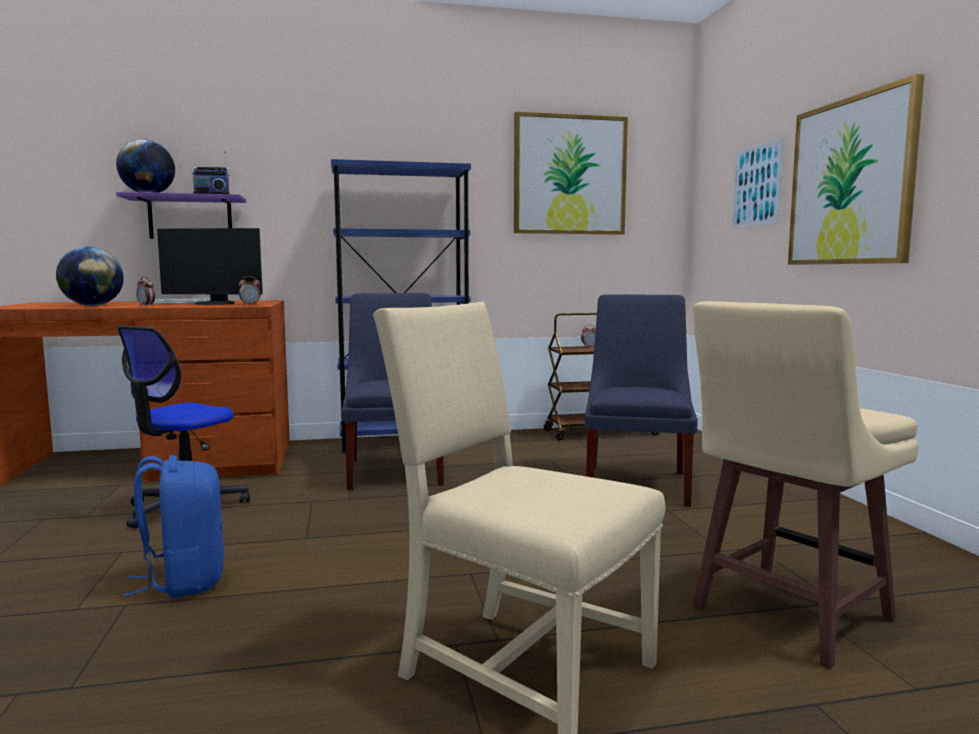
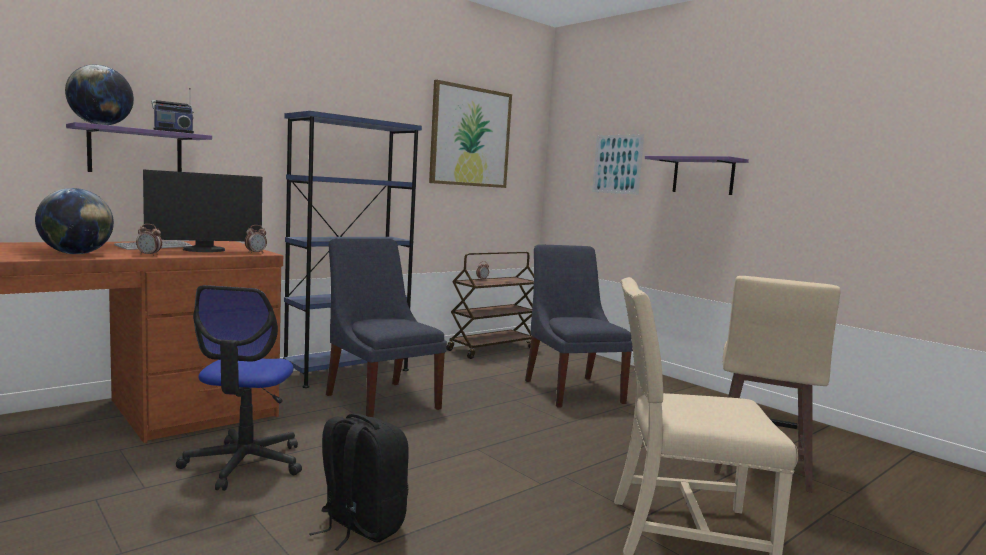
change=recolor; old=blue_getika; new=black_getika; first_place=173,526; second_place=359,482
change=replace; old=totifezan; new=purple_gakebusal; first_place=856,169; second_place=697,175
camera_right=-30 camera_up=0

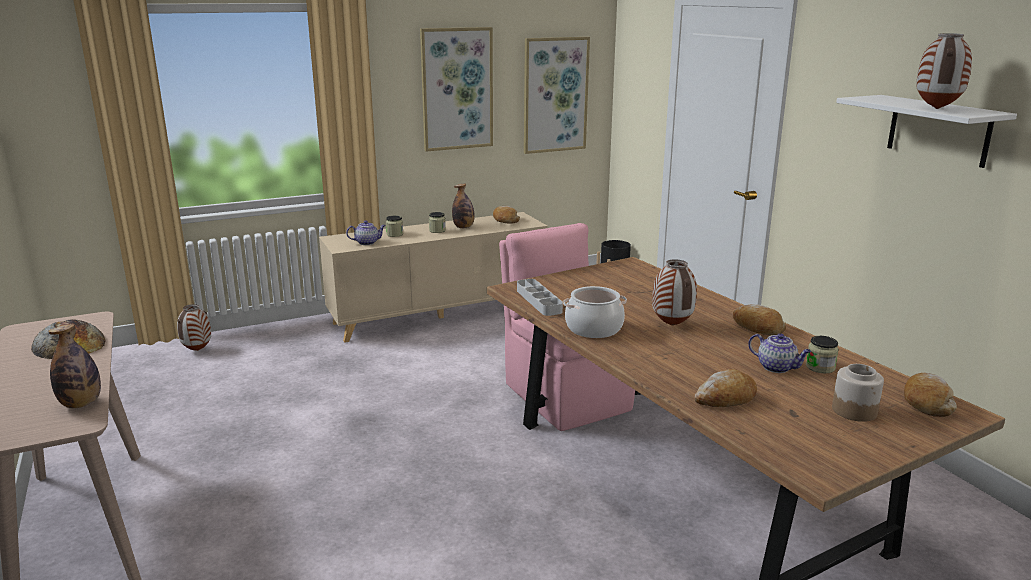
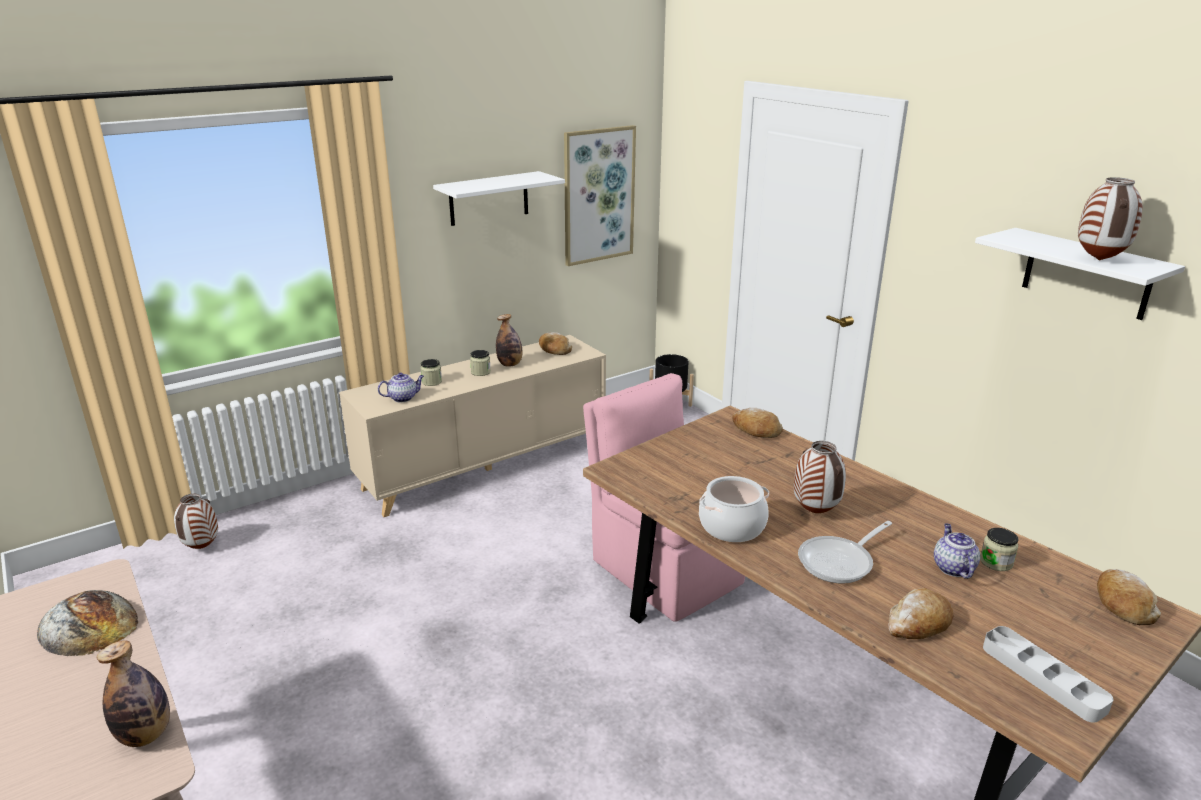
change=replace; old=totifezan; new=white_gakebusal; first_place=456,89; second_place=499,198
change=move; old=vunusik; first_place=759,319; second_place=757,423
change=insert; new=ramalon; second_place=845,552
change=rotate; old=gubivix; first_place=779,353; second_place=957,551; degrees=-120
change=move; old=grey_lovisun; first_place=540,297; second_place=1048,674
change=delete; old=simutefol; first_place=858,393
camera_right=-10 camera_up=5

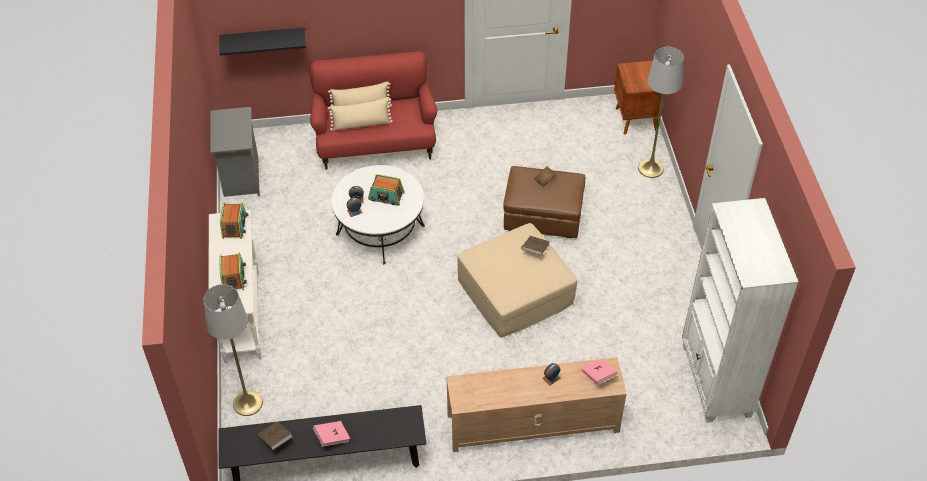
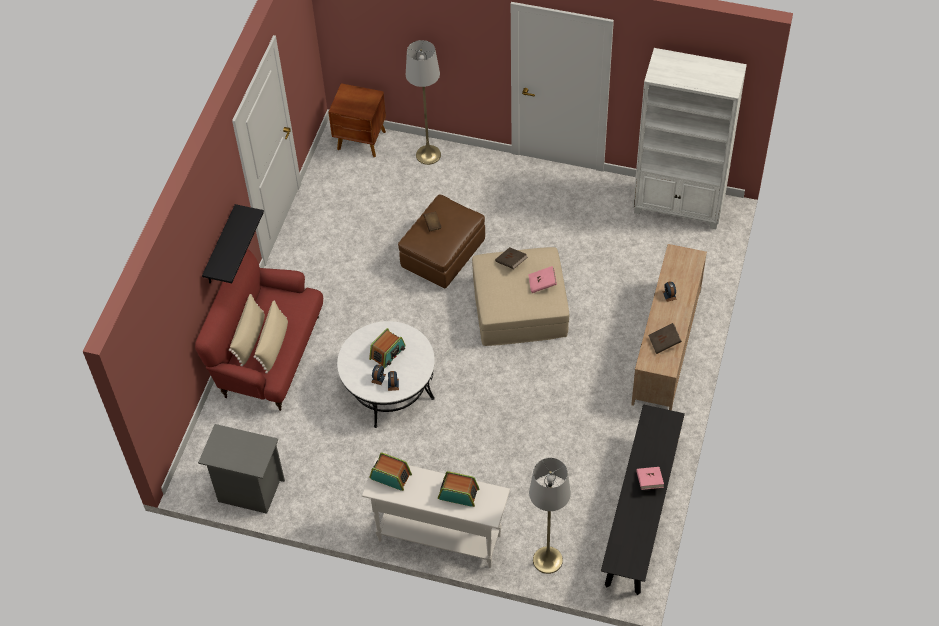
change=move; old=black_gakebusal; first_place=262,41; second_place=233,244
change=move; old=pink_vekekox; first_place=599,372; second_place=542,279
change=move; old=brown_vekekox; first_place=275,435; second_place=665,338
camera_right=-65 camera_up=5

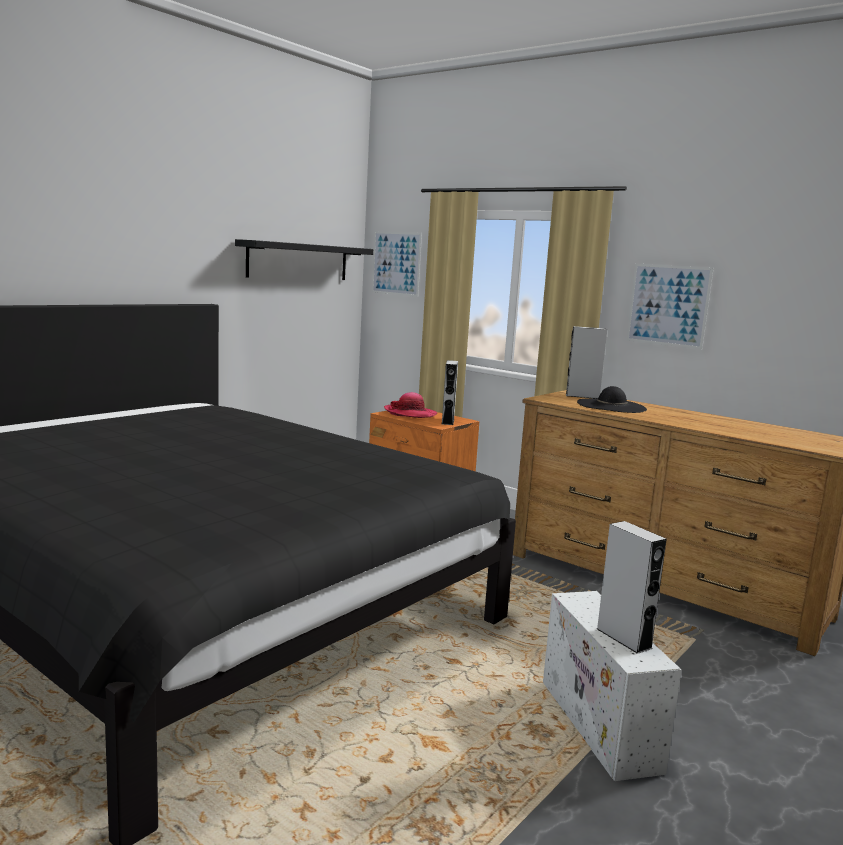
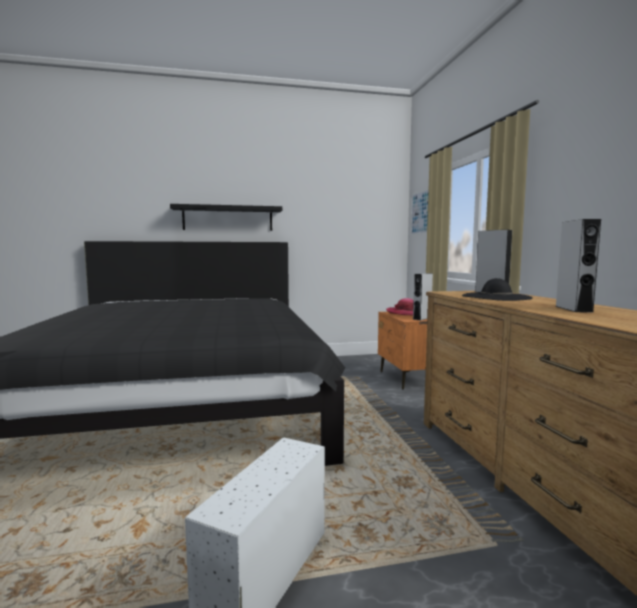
change=move; old=black_gakebusal; first_place=304,259; second_place=226,217
change=move; old=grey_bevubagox; first_place=632,587; second_place=578,266
change=delete; old=totifezan; first_place=670,306
camera_right=40 camera_up=-5

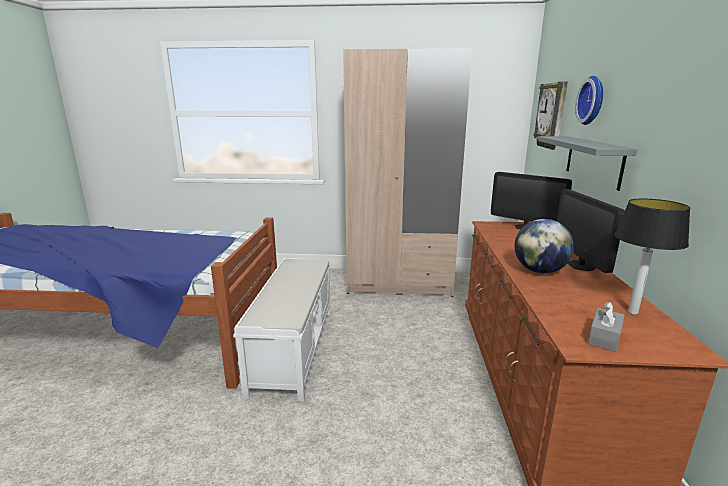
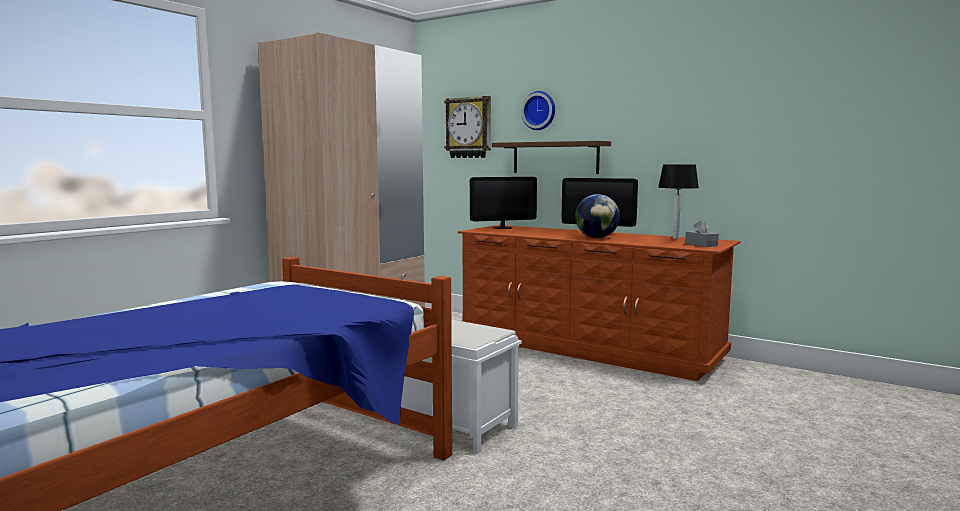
change=recolor; old=grey_gakebusal; new=brown_gakebusal; first_place=587,163; second_place=551,157
camera_right=-60 camera_up=-10

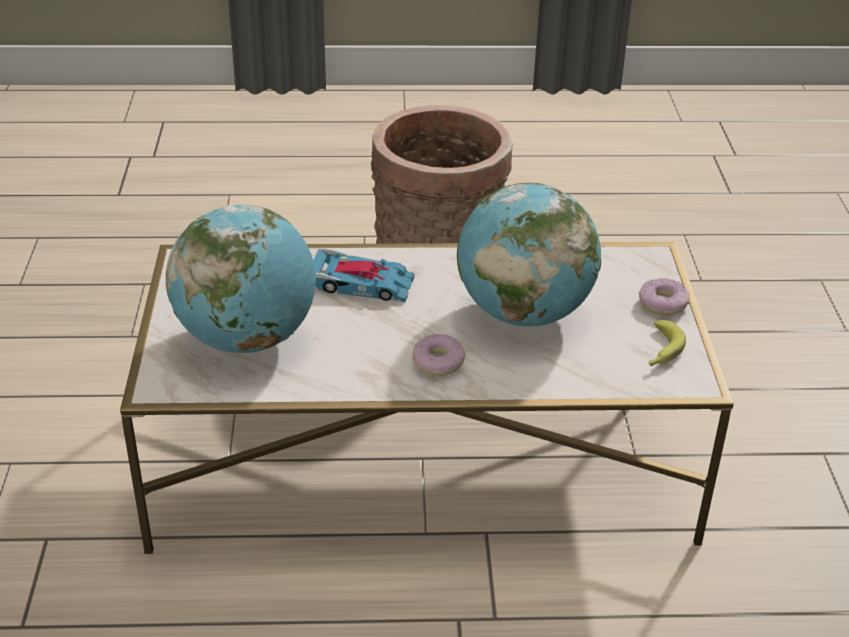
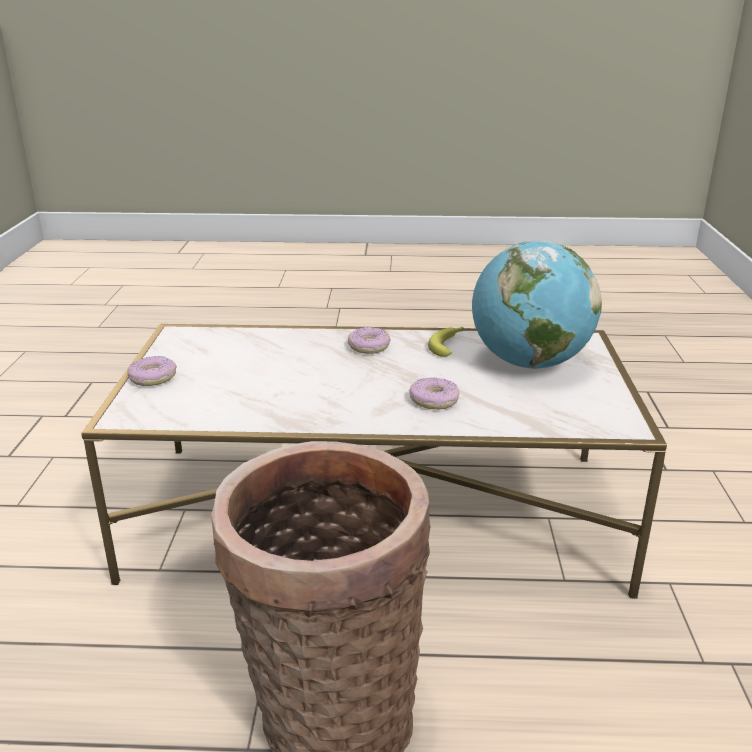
change=replace; old=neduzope; new=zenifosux; first_place=363,275; second_place=434,393
change=move; old=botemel; first_place=667,343; second_place=445,342
change=delete; old=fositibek; first_place=529,254
camera_right=-175 camera_up=-10

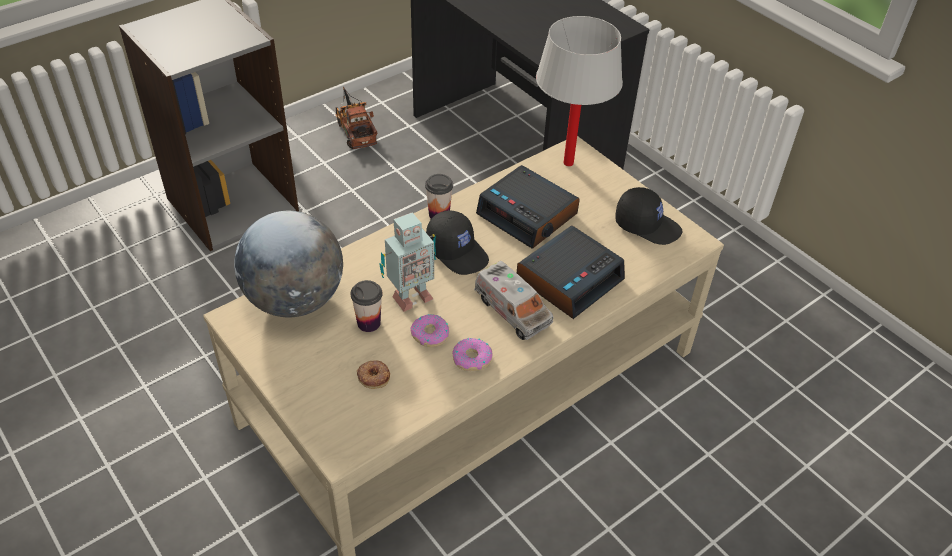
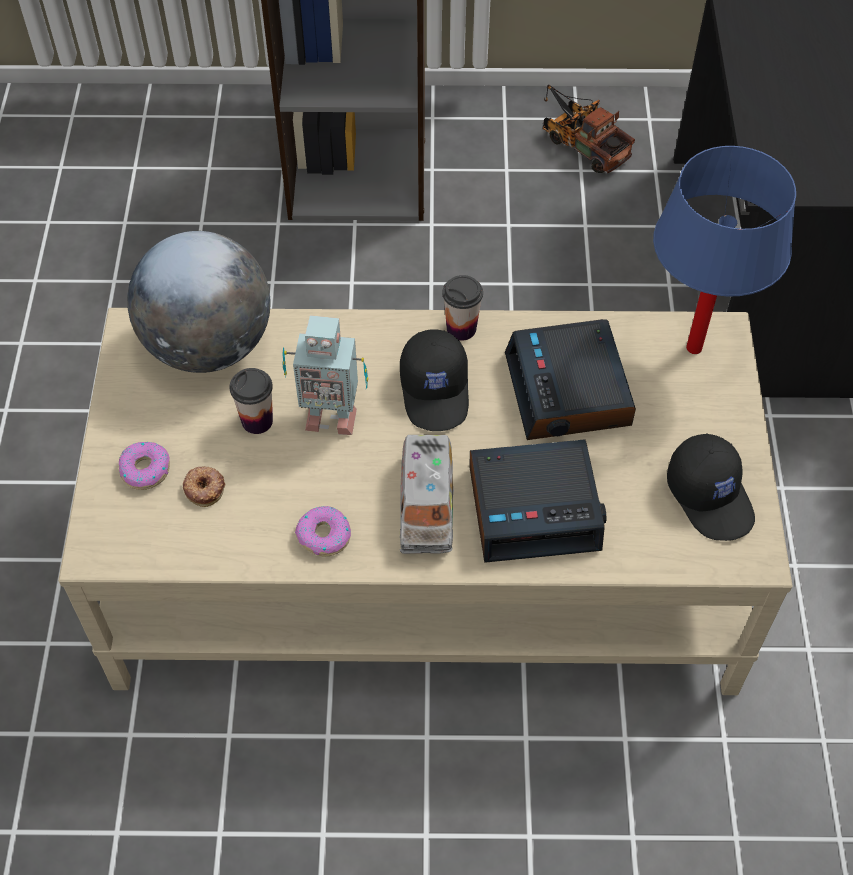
change=move; old=zenifosux; first_place=429,330; second_place=144,466
change=rotate; old=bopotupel; first_place=356,118; second_place=589,129; degrees=-60
change=recolor; old=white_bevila; new=blue_bevila; first_place=579,91; second_place=724,250
camera_right=40 camera_up=10

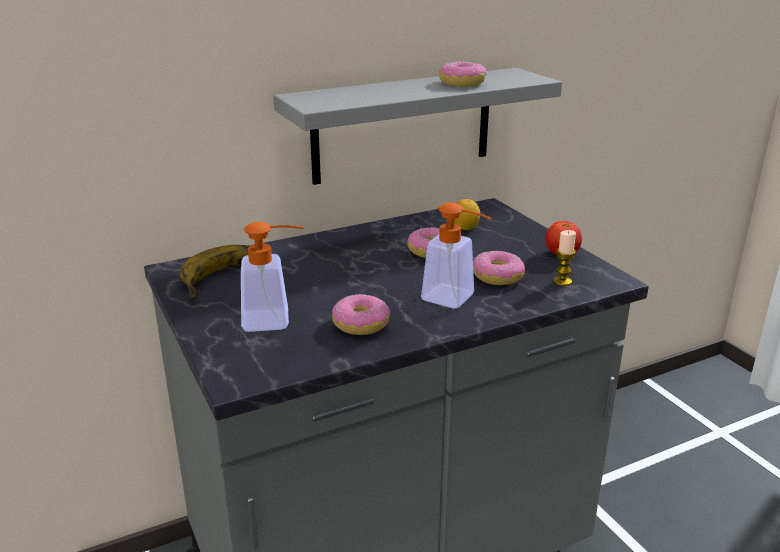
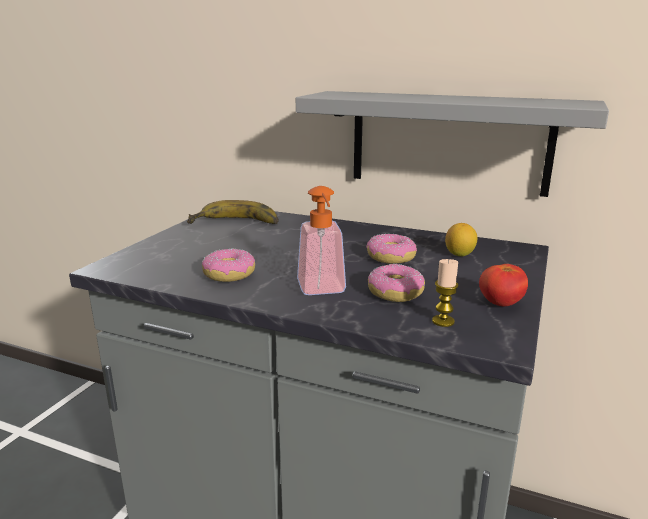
change=delete; old=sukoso; first_place=272,277
change=delete; old=zenifosux; first_place=463,73
camera_right=50 camera_up=-5

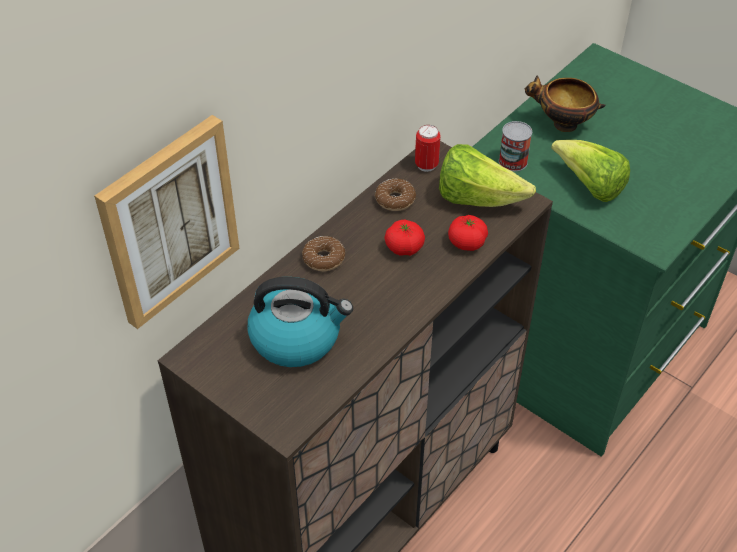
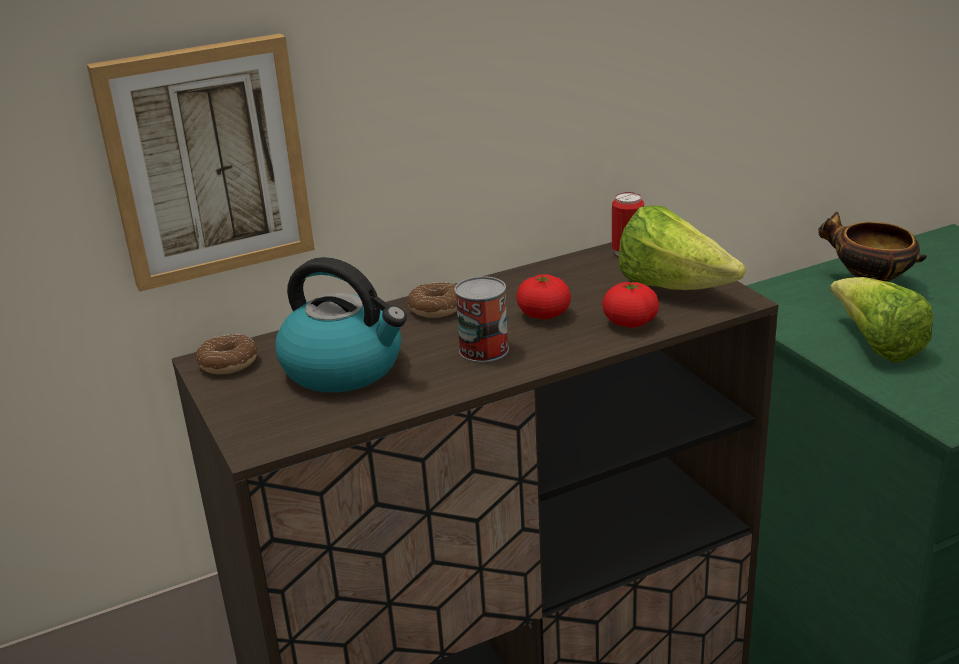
change=move; old=zenifosux; first_place=395,195; second_place=226,354
change=move; old=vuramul; first_place=515,146; second_place=482,319
camera_right=25 camera_up=-20

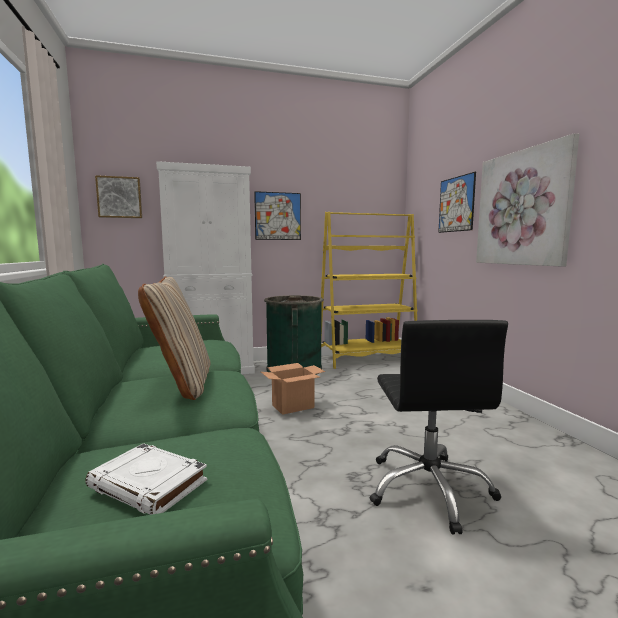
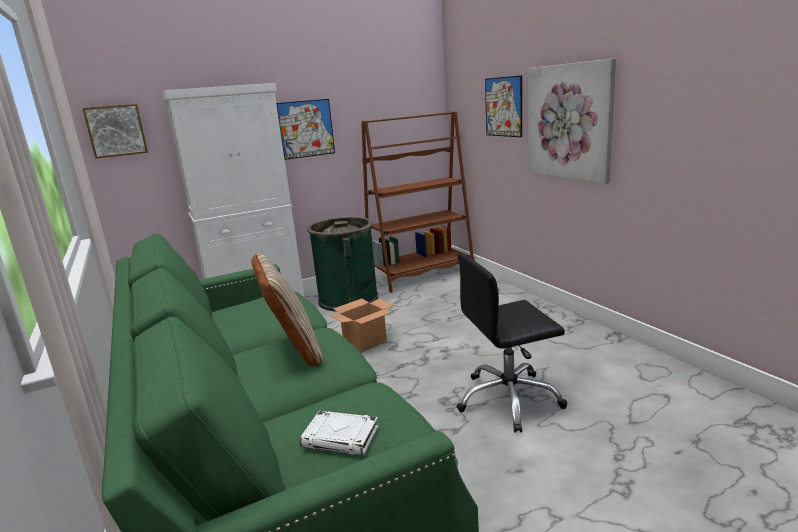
change=recolor; old=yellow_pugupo; new=brown_pugupo; first_place=369,290; second_place=418,202
change=rotate; old=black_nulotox; first_place=439,427; second_place=511,343; degrees=90
camera_right=-10 camera_up=10

